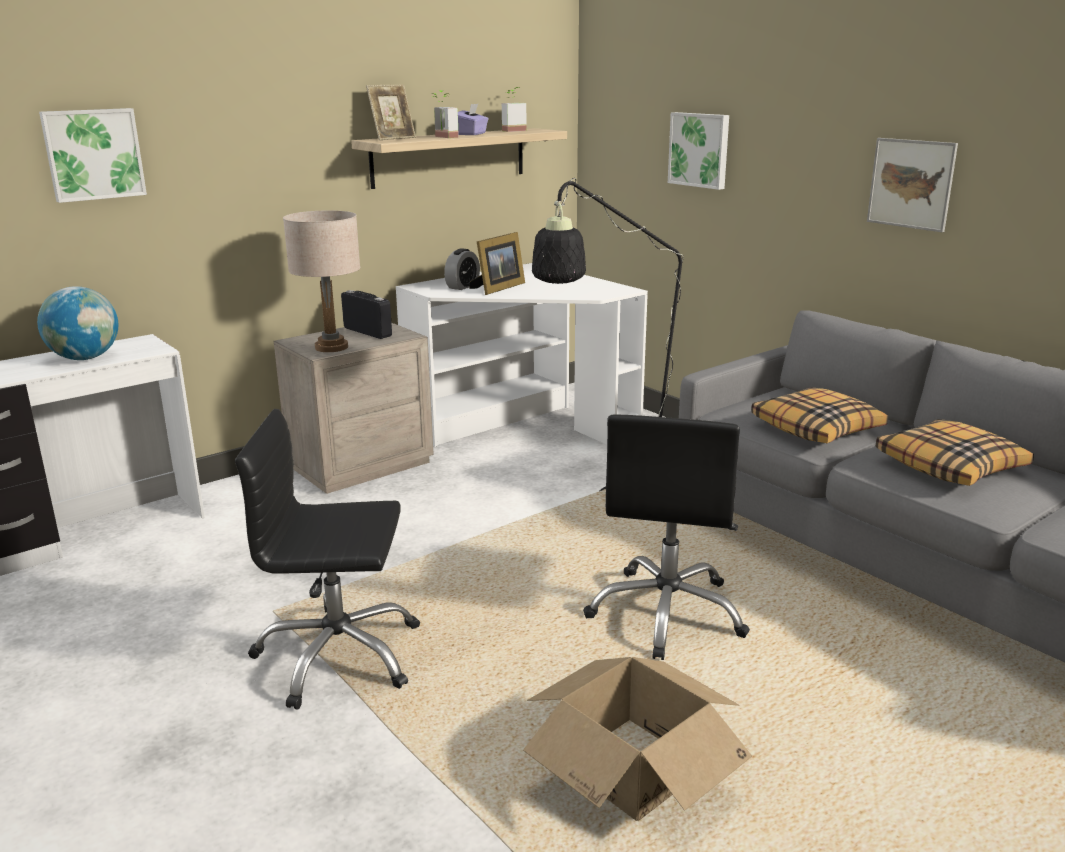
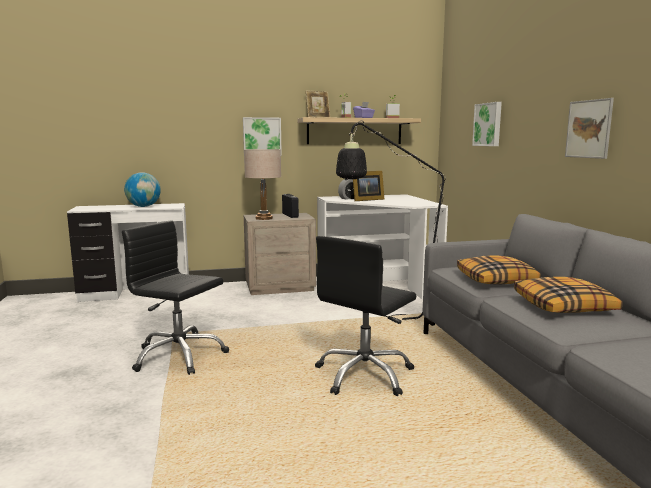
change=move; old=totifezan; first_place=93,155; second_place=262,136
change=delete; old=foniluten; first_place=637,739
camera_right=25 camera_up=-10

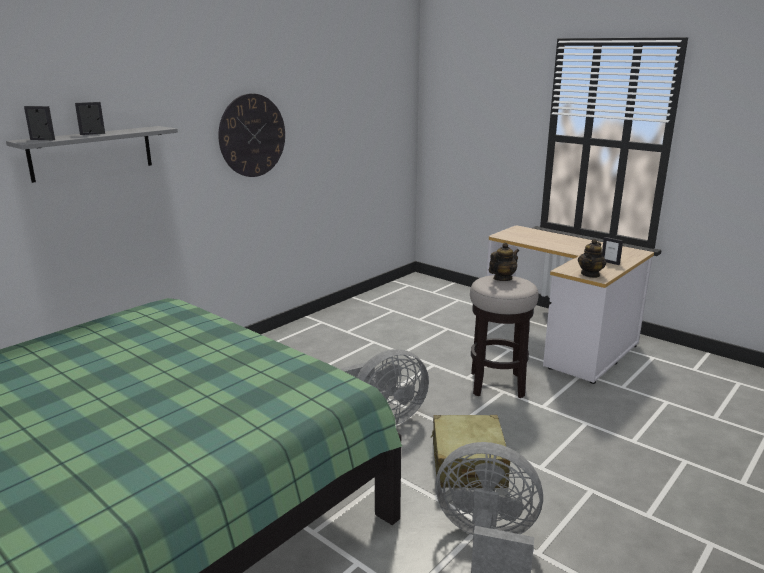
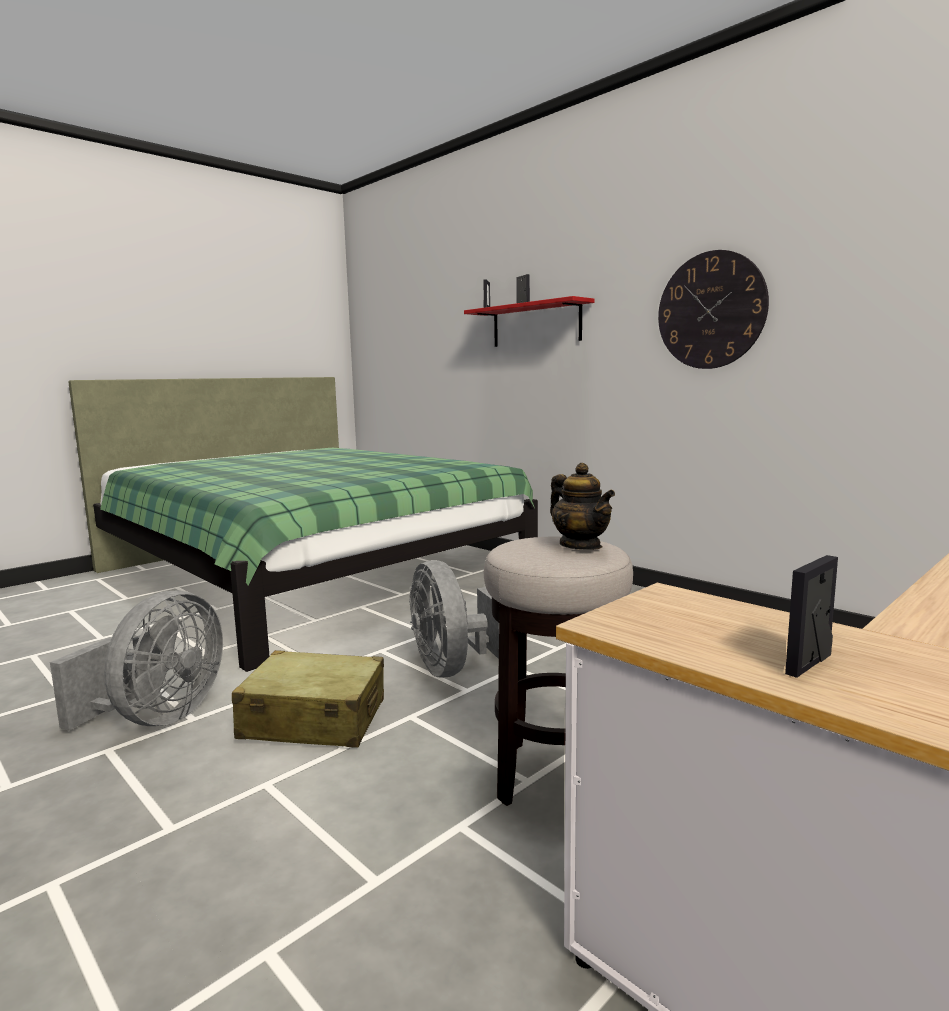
change=recolor; old=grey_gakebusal; new=red_gakebusal; first_place=92,154; second_place=529,321
change=delete; old=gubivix; first_place=592,258
camera_right=95 camera_up=-10

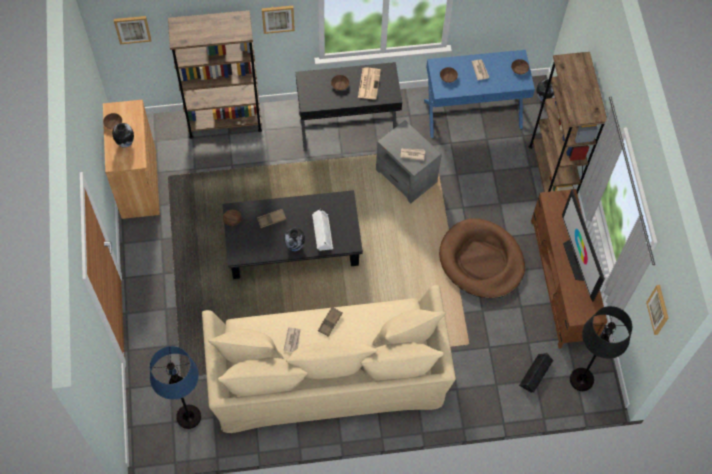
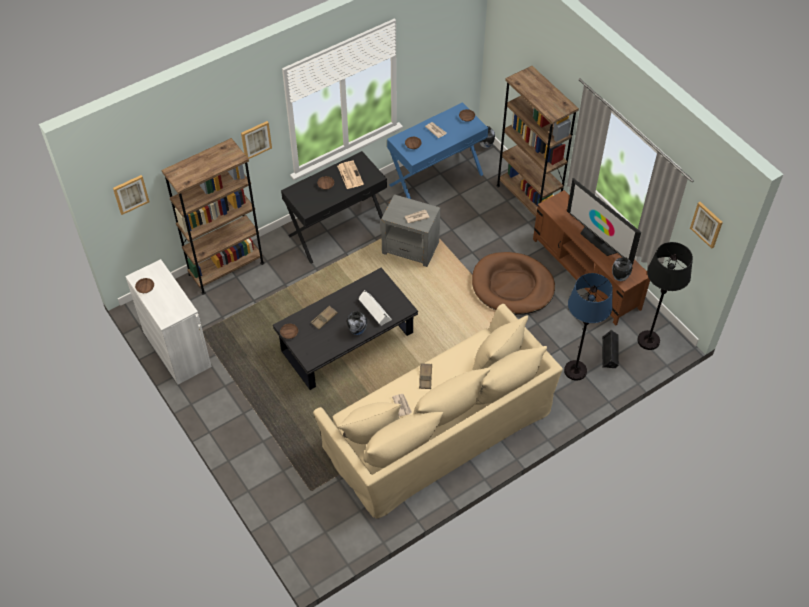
change=recolor; old=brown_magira; new=white_magira; first_place=131,159; second_place=168,322
change=move; old=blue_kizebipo; first_place=175,387; second_place=588,327
change=move; old=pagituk; first_place=123,135; second_place=622,269
camera_right=-25 camera_up=-10

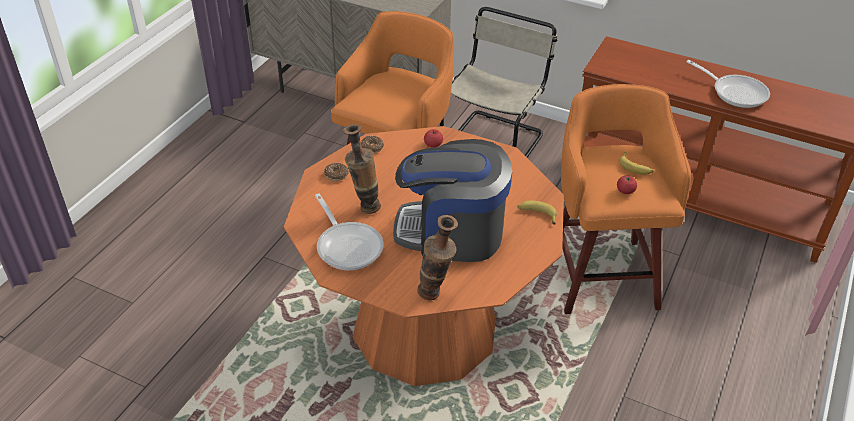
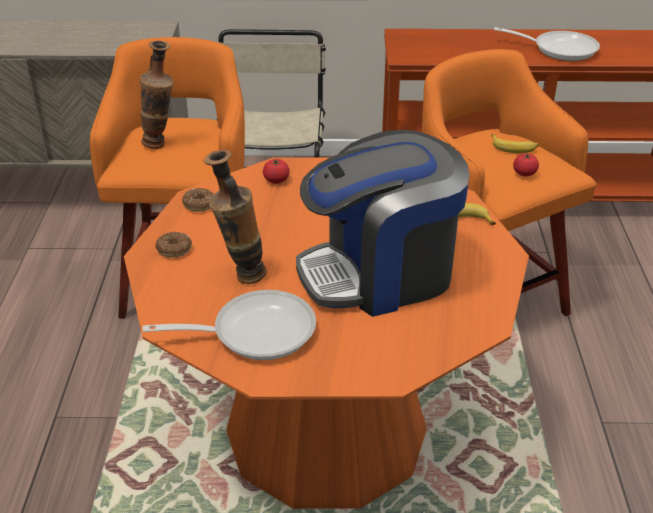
change=move; old=pagituk; first_place=437,257; second_place=157,94
change=rotate; old=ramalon; first_place=349,232; second_place=229,325; degrees=-45
camera_right=-25 camera_up=-5

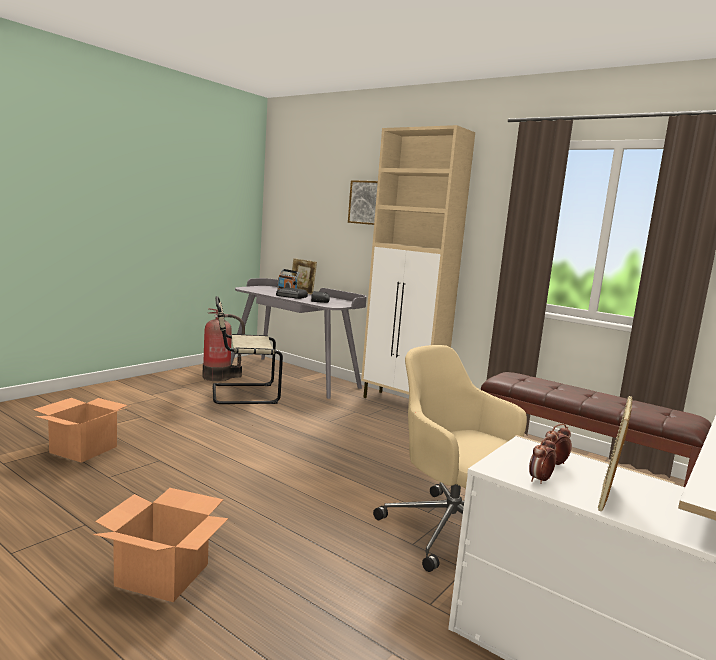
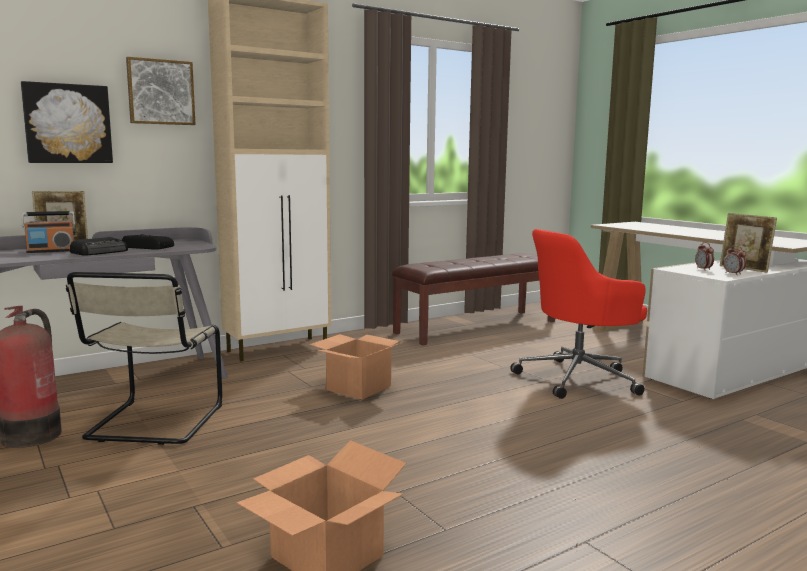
change=insert; new=totifezan; second_place=67,122
change=move; old=foniluten; first_place=160,545; second_place=358,367
change=recolor; old=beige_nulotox; new=red_nulotox; first_place=450,458; second_place=578,314
camera_right=-70 camera_up=0

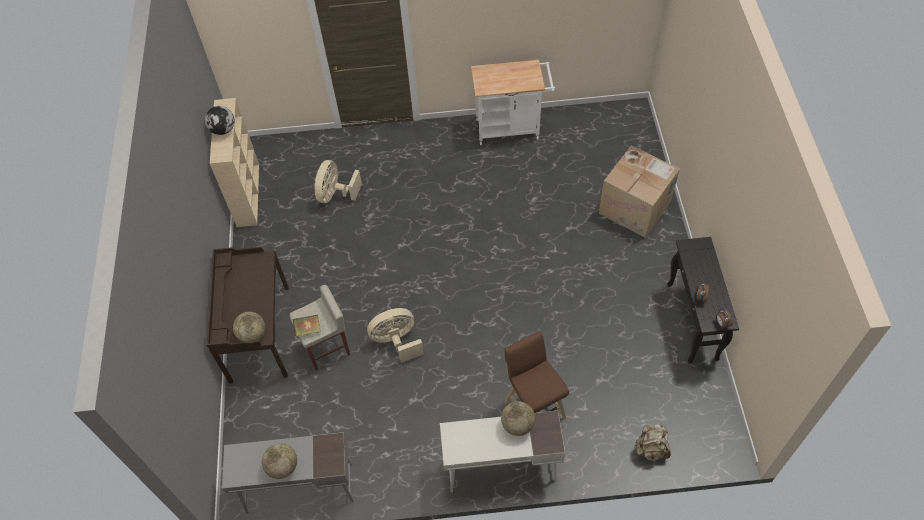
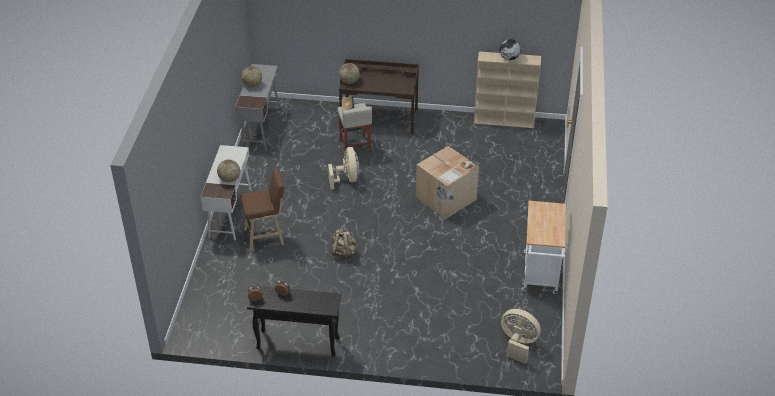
change=move; old=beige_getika; first_place=653,442; second_place=344,244
change=move; old=foniluten; first_place=639,191; second_place=447,182
change=move; old=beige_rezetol; first_place=338,181; second_place=521,336
camera_right=100 camera_up=-15

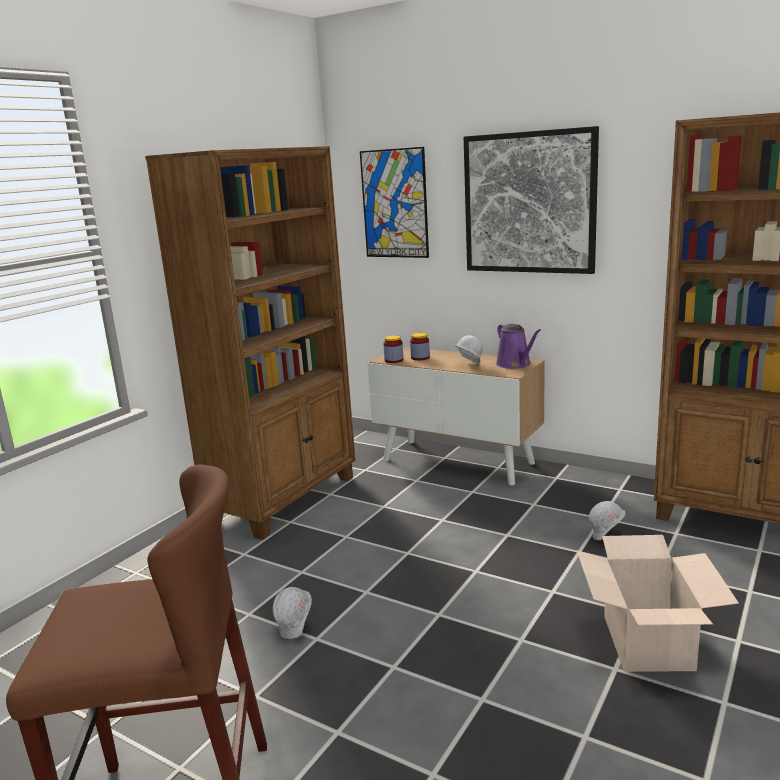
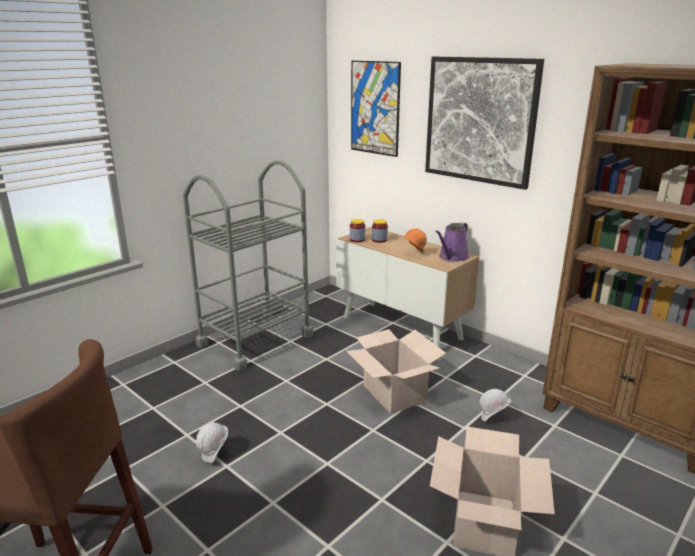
change=replace; old=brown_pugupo; new=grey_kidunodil; first_place=250,343; second_place=248,265
change=insert; new=foniluten; second_place=396,371
change=recolor; old=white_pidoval; new=orange_pidoval; first_place=469,349; second_place=415,240
change=rotate; old=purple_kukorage; first_place=518,346; second_place=452,242; degrees=45
camera_right=10 camera_up=5

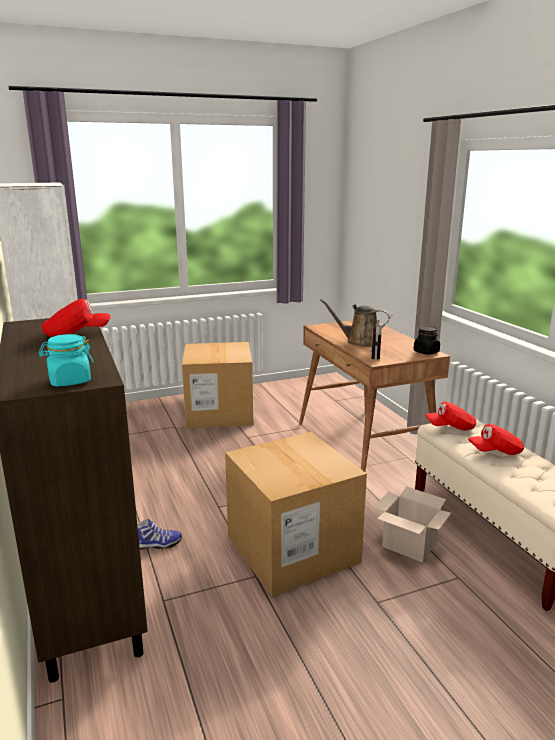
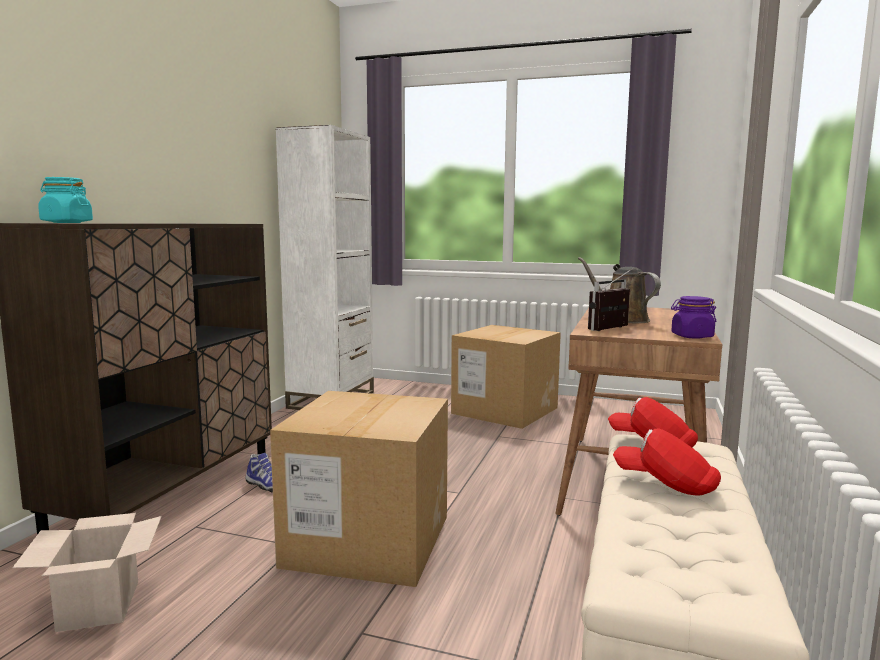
change=move; old=foniluten; first_place=412,524; second_place=87,572
change=recolor; old=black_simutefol; new=purple_simutefol; first_place=427,340; second_place=693,317
change=delete; old=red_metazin; first_place=76,318
camera_right=40 camera_up=-10

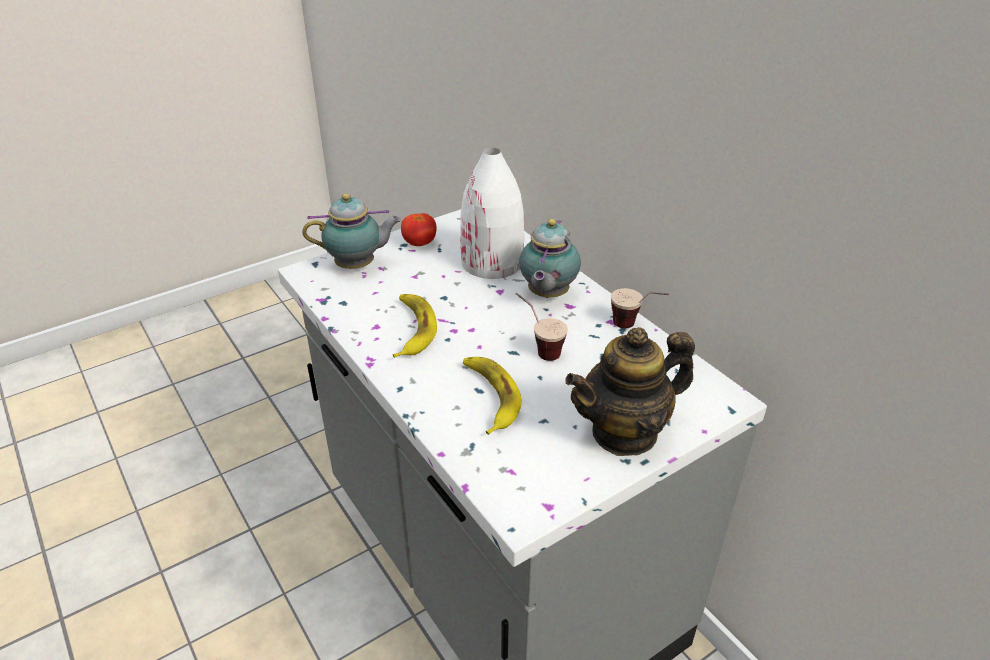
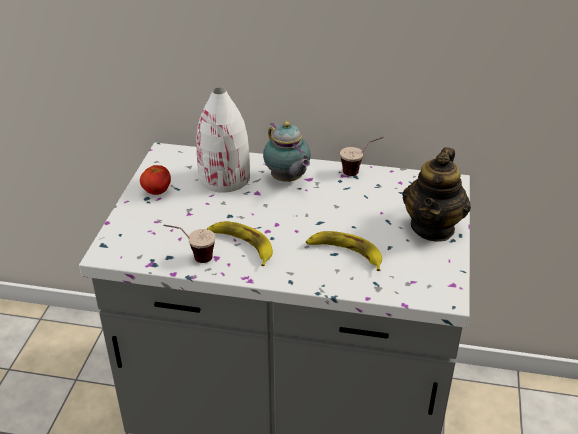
change=move; old=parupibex; first_place=541,327; second_place=189,244
change=delete; old=gubivix; first_place=352,231
camera_right=-45 camera_up=0

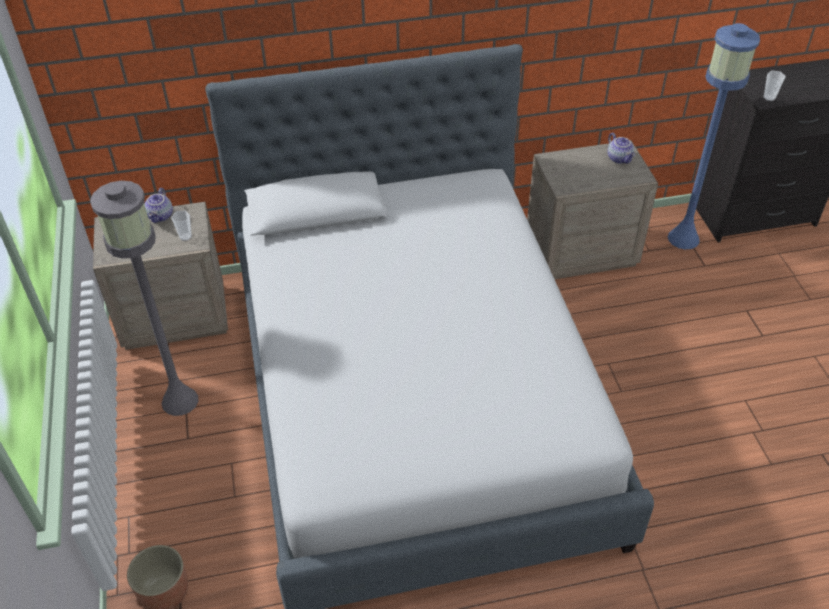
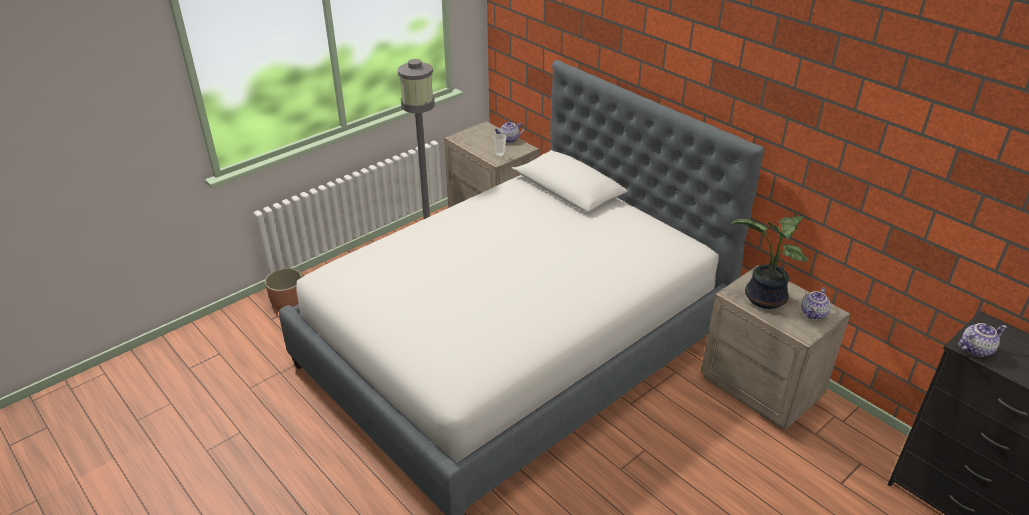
change=insert; new=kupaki; second_place=769,262
change=replace; old=parupibex; new=gubivix; first_place=775,86; second_place=982,340
change=delete; old=blue_kizebipo; first_place=714,136
camera_right=60 camera_up=-10

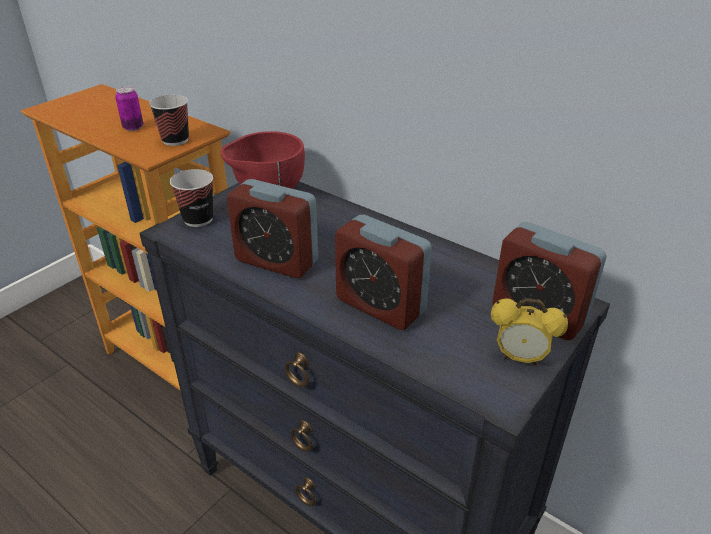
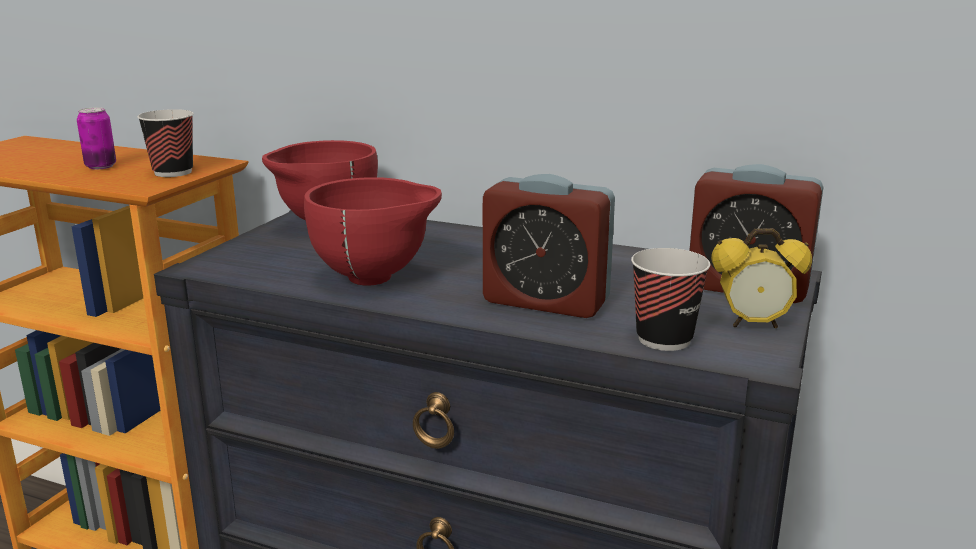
change=replace; old=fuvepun; new=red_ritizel; first_place=272,228; second_place=373,231
change=move; old=parupibex; first_place=191,198; second_place=670,299
camera_right=-15 camera_up=-15

